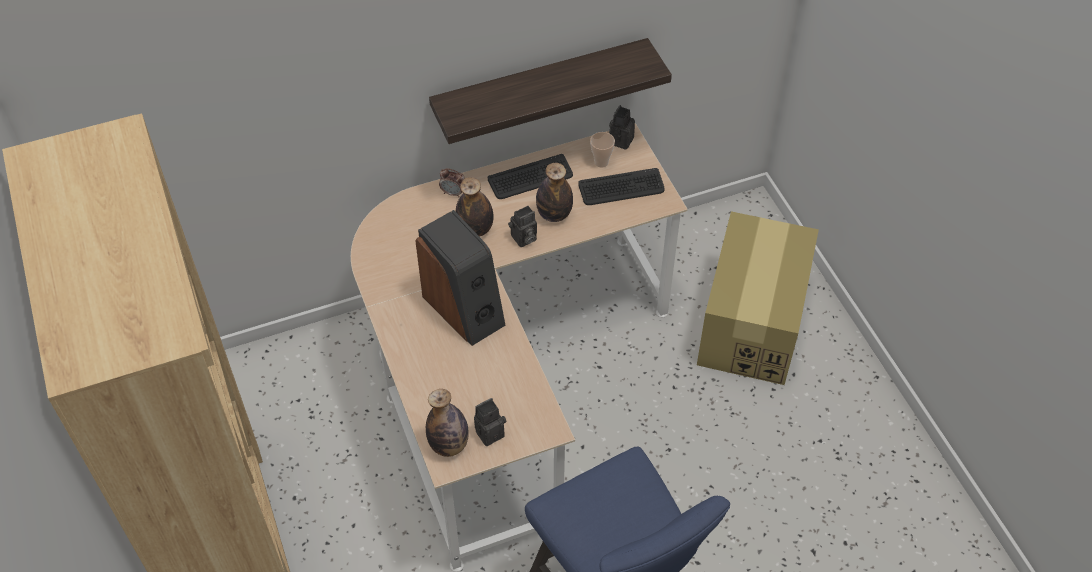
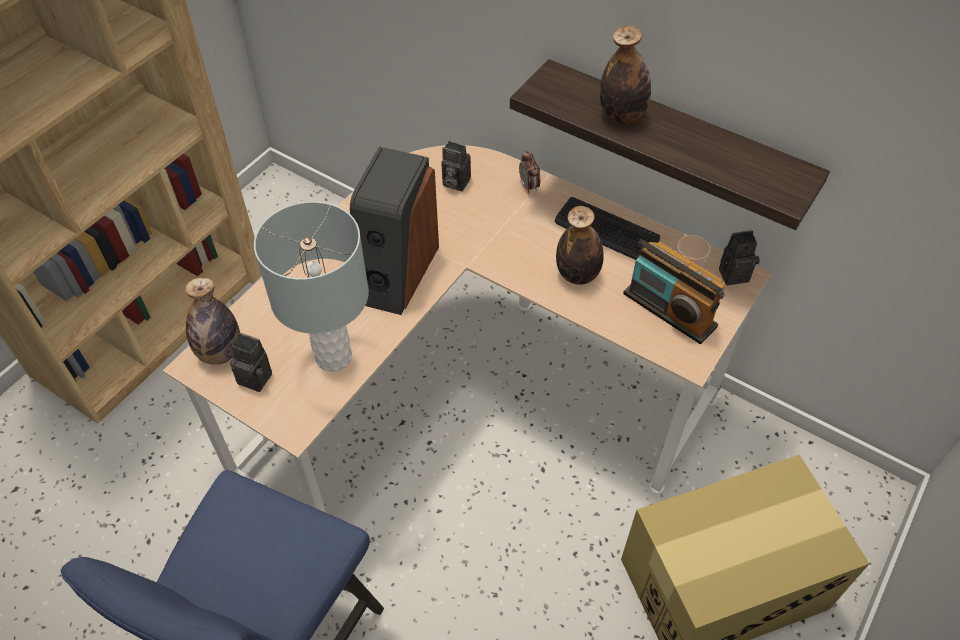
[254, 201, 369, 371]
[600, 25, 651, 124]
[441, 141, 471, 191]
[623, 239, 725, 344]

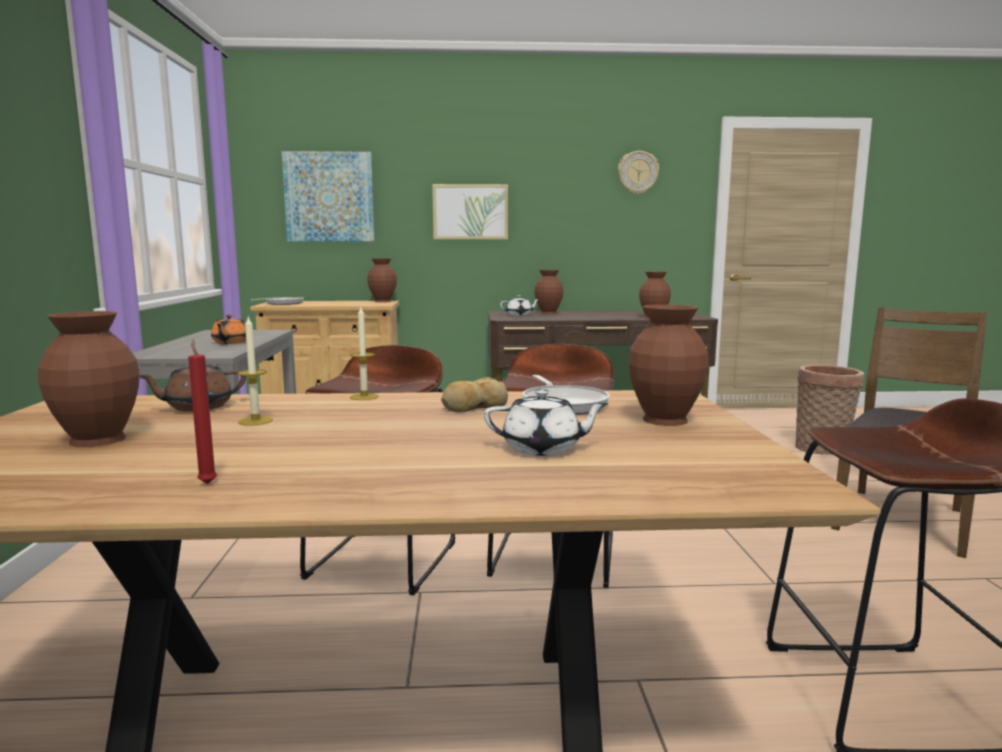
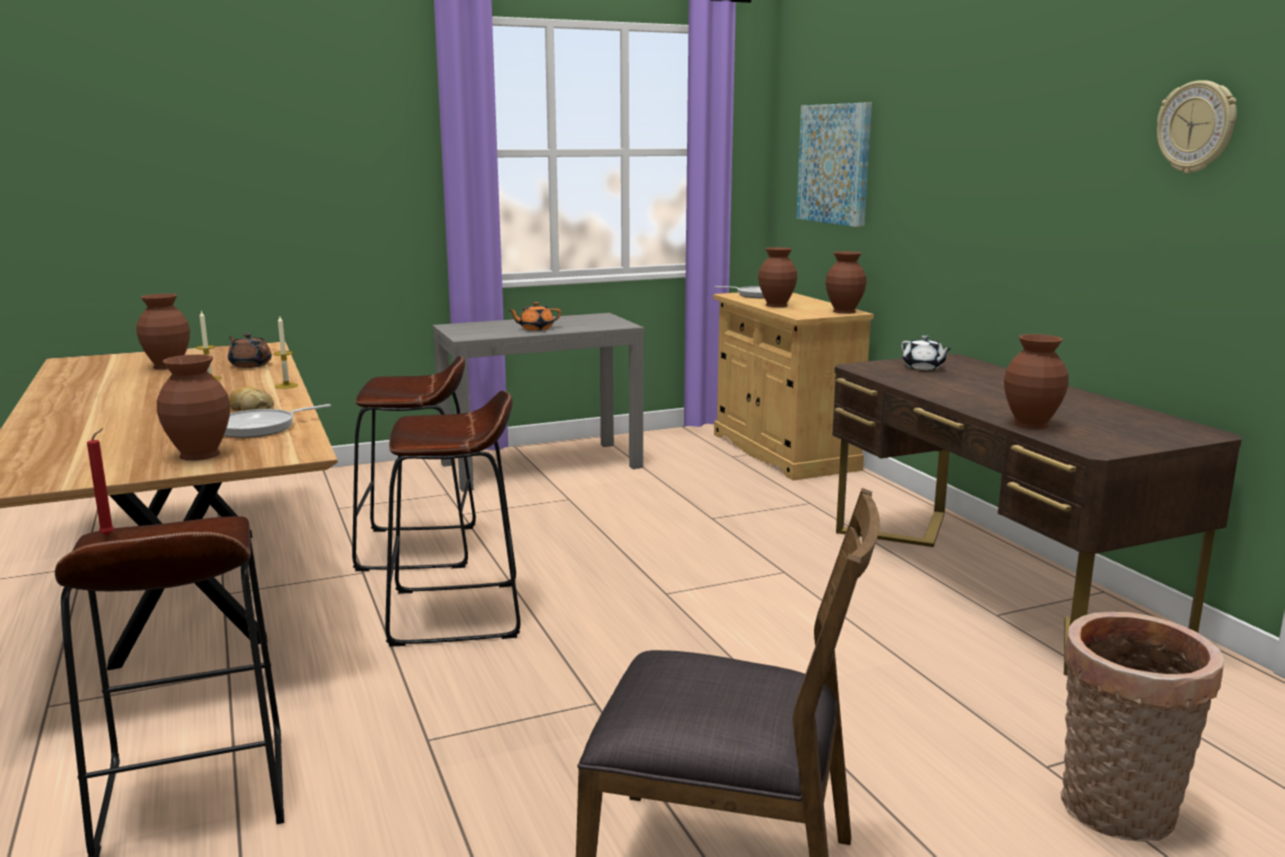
[432, 184, 508, 239] (first image)
[484, 389, 609, 456] (first image)
[87, 428, 114, 535]
[758, 247, 797, 307]

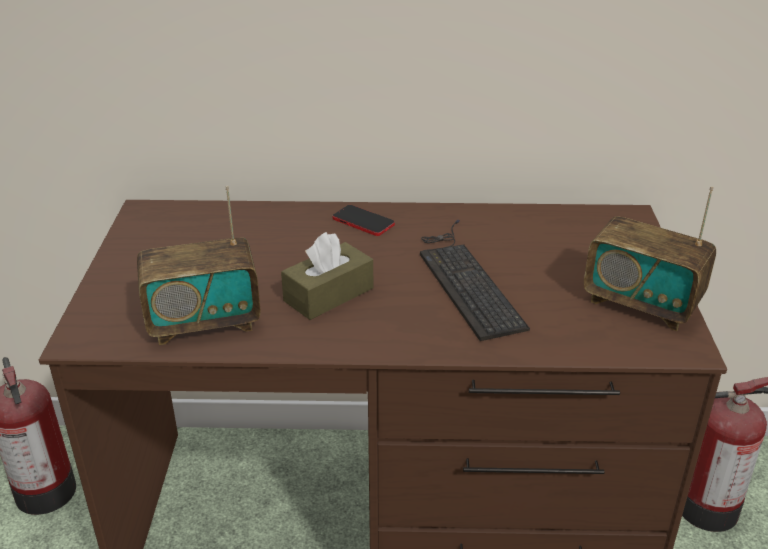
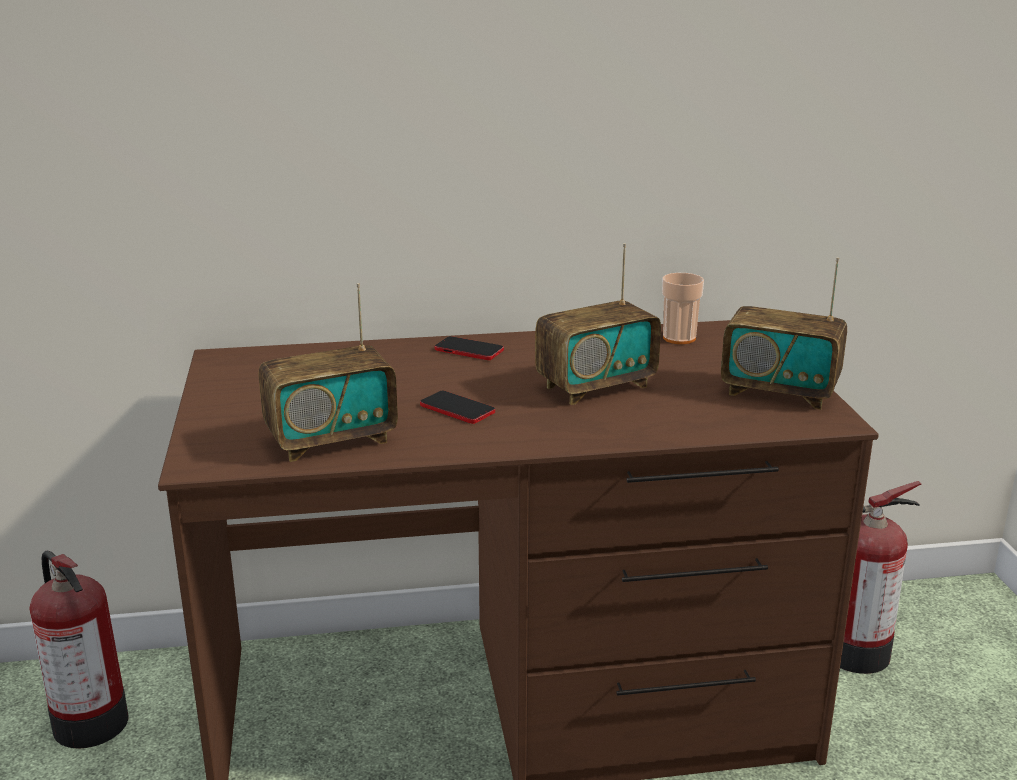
[662, 273, 704, 344]
[420, 391, 495, 424]
[535, 243, 661, 405]

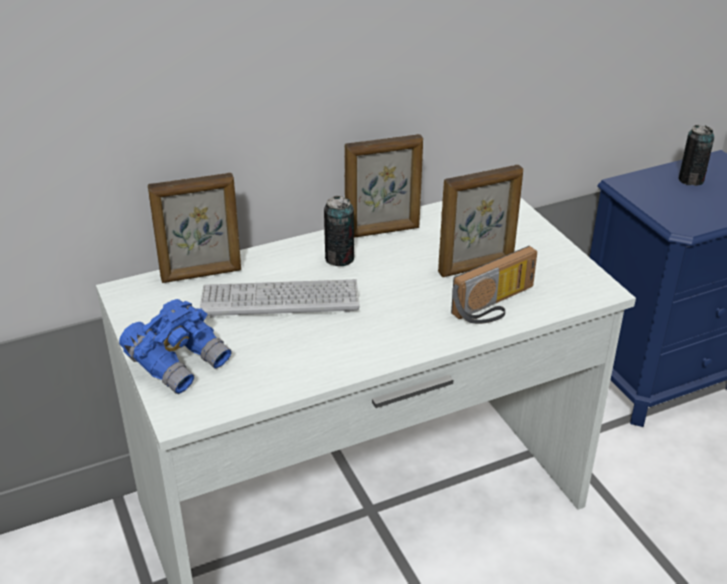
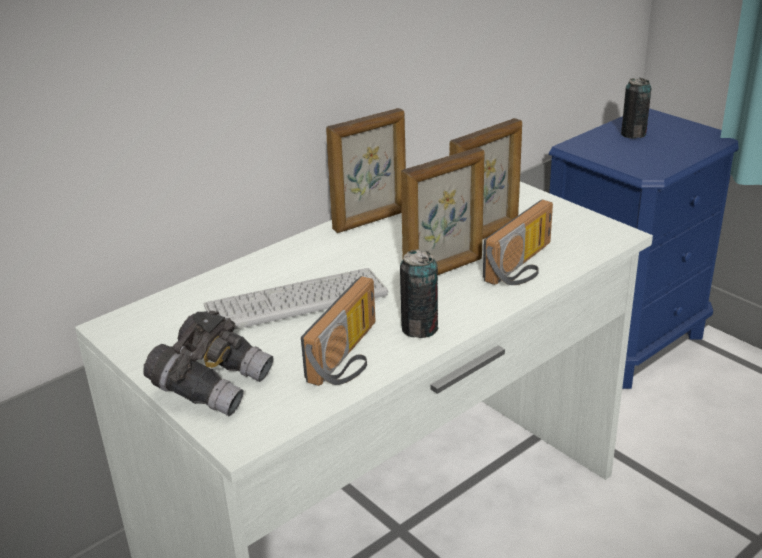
[301, 276, 375, 386]
[401, 147, 485, 275]
[400, 249, 438, 338]
[143, 311, 274, 416]

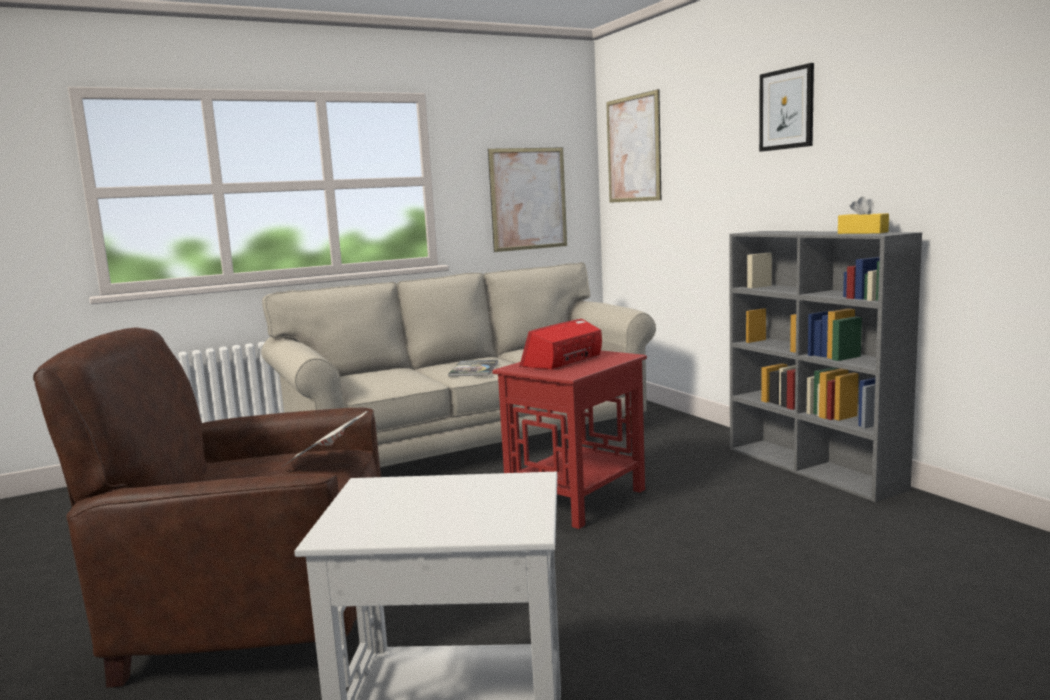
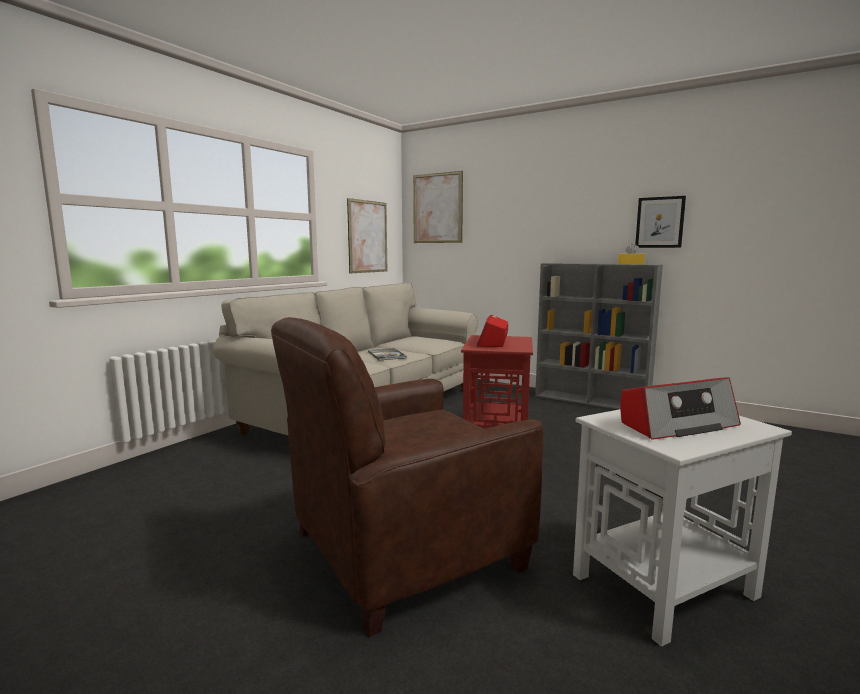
[281, 411, 368, 467] (first image)
[620, 378, 741, 440]
[635, 196, 686, 248]

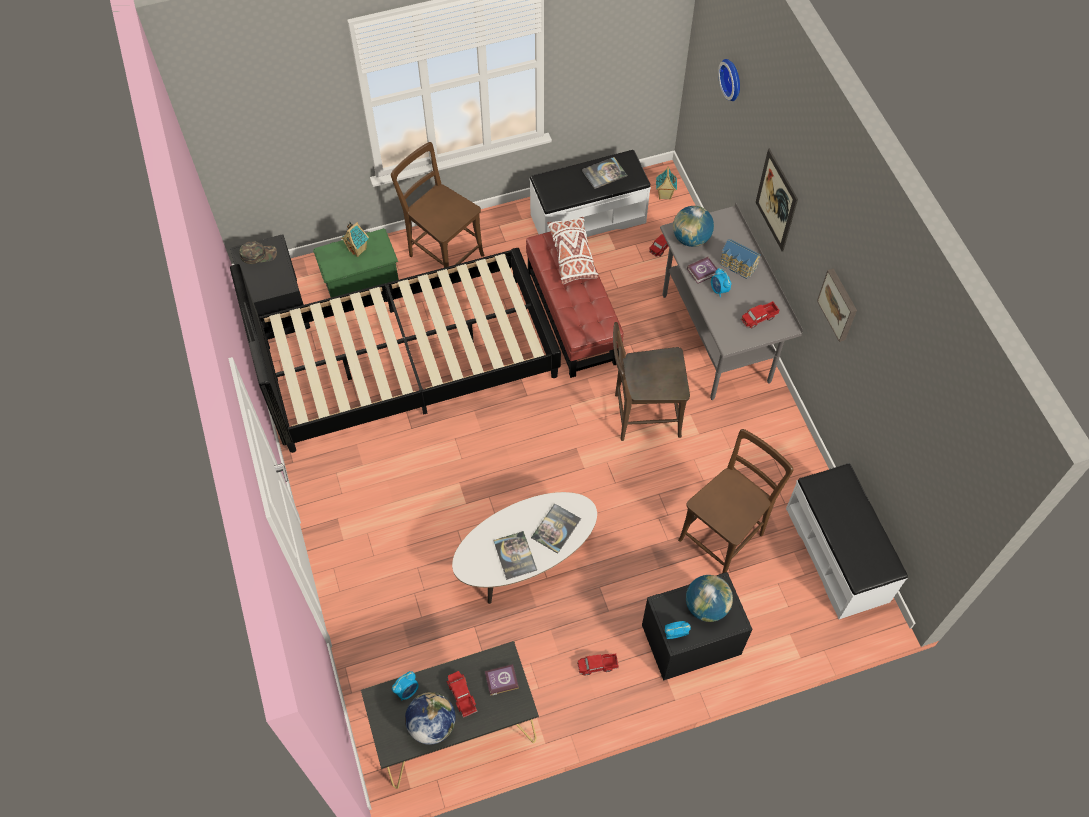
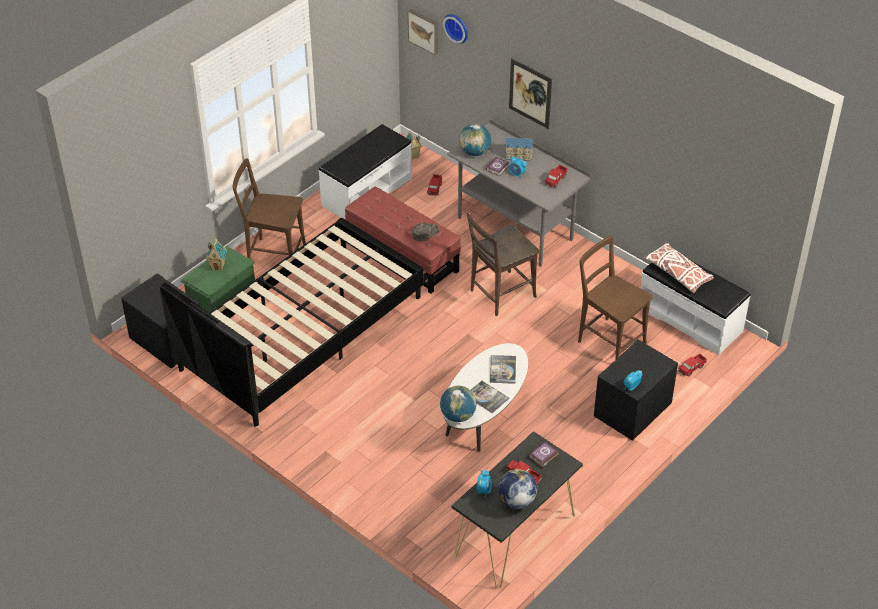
[582, 157, 627, 189] (first image)
[412, 223, 440, 241]
[644, 243, 714, 293]
[679, 353, 707, 377]
[440, 386, 477, 422]
[408, 9, 438, 55]
[578, 236, 653, 360]

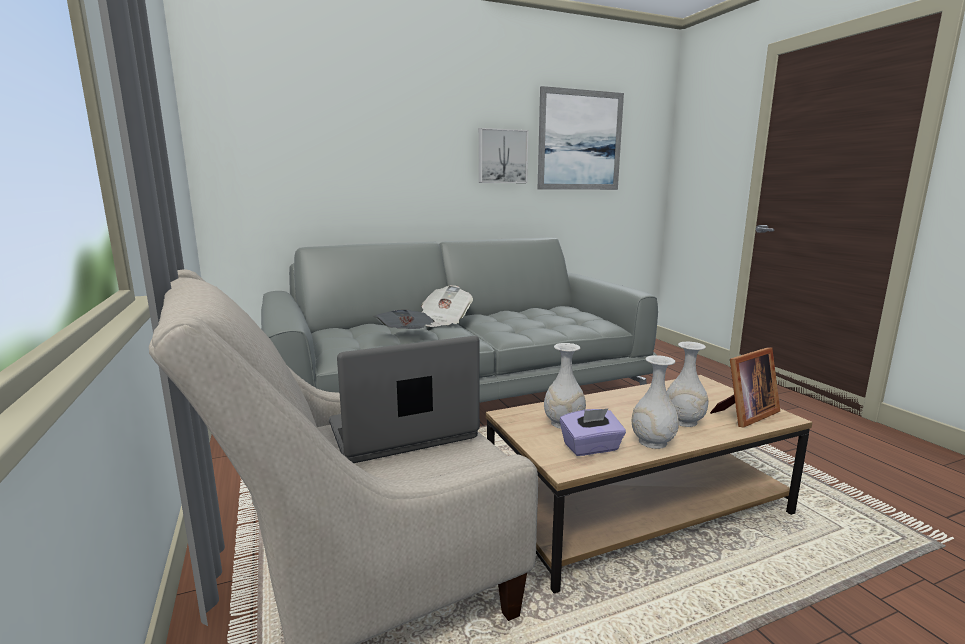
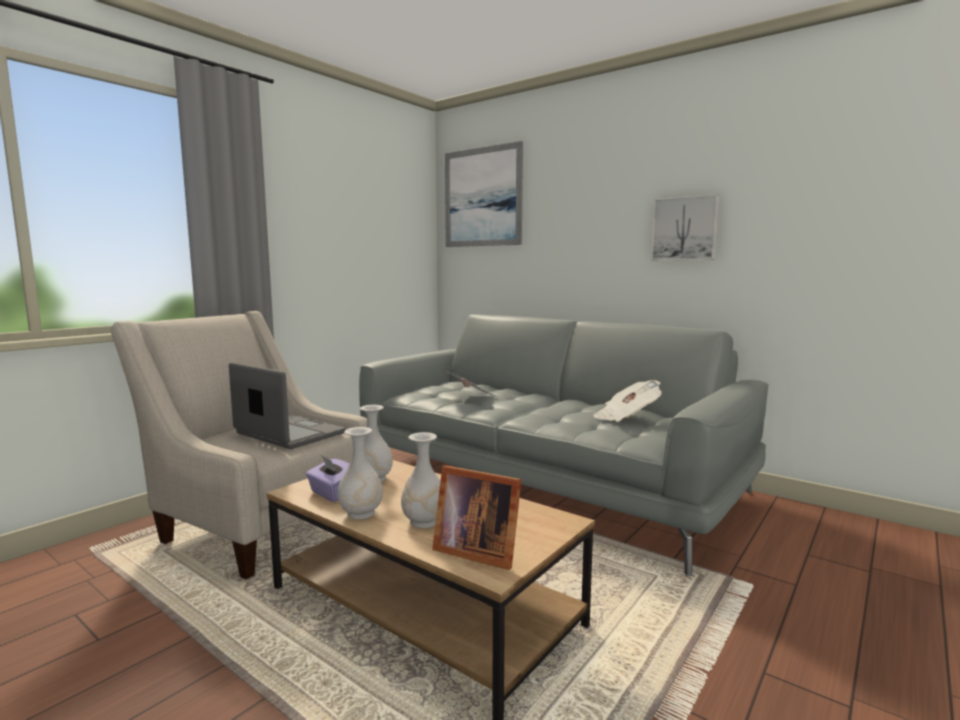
[593, 380, 662, 422]
[445, 141, 523, 247]

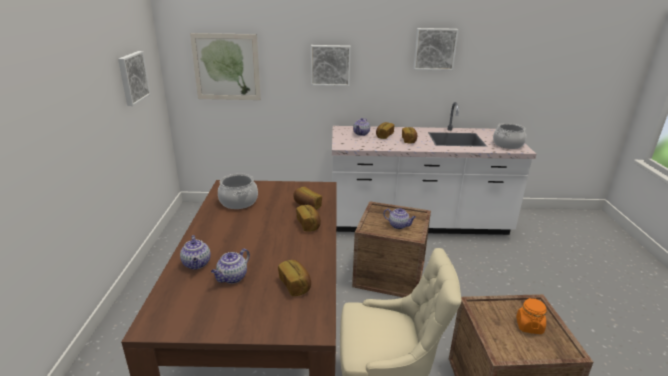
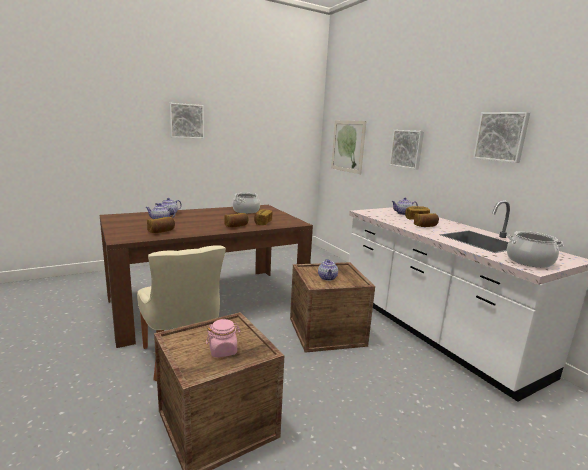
[169, 103, 204, 139]
[206, 319, 241, 357]

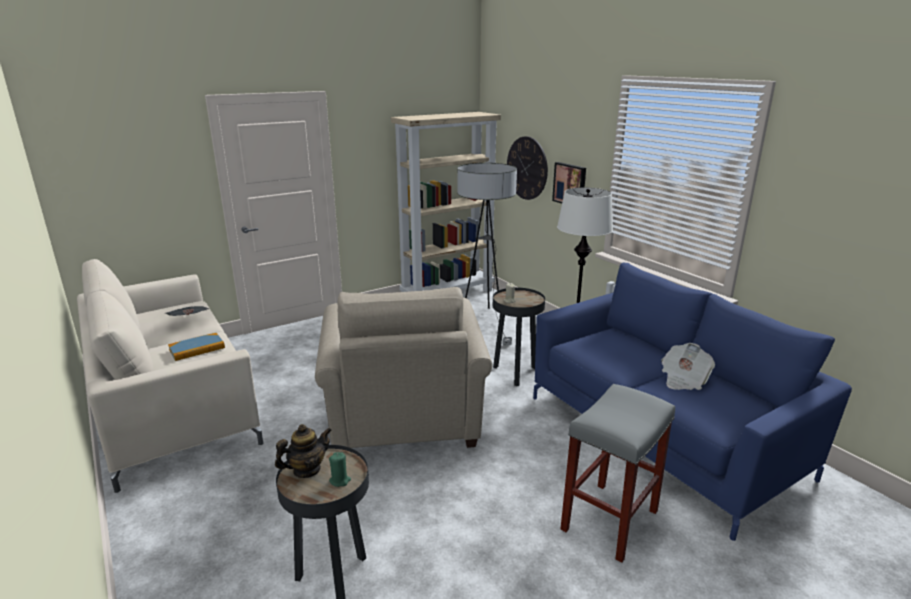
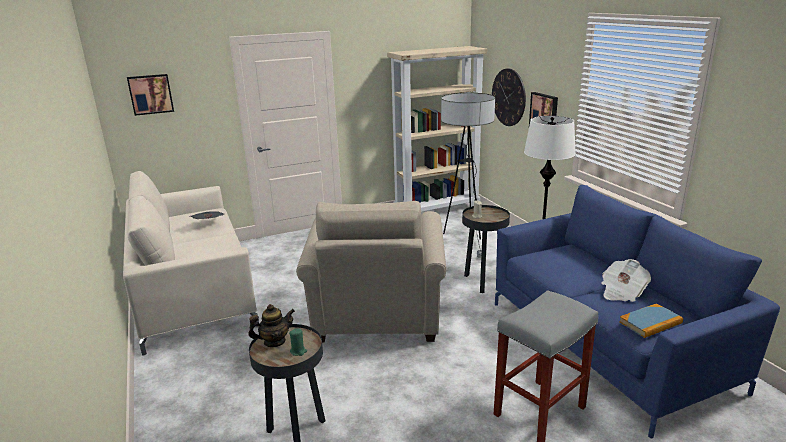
[127, 74, 174, 116]
[619, 303, 683, 338]

